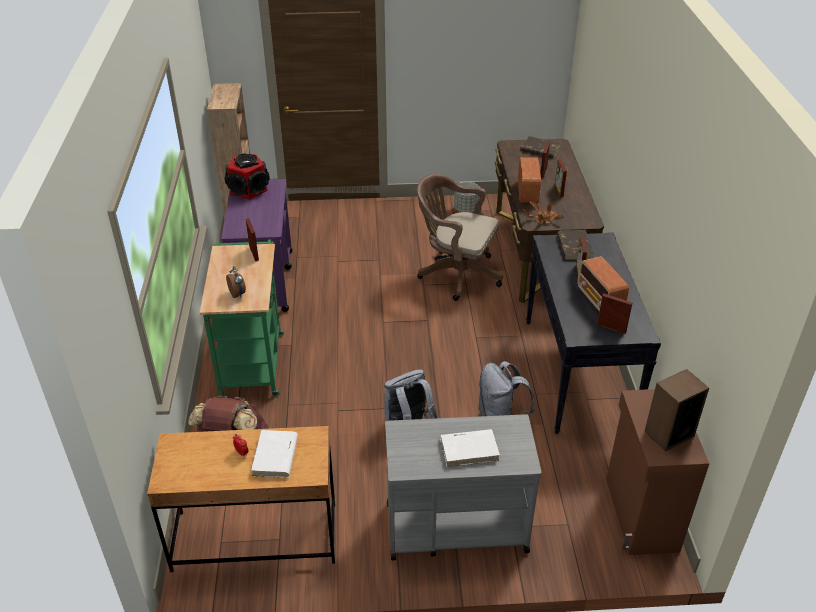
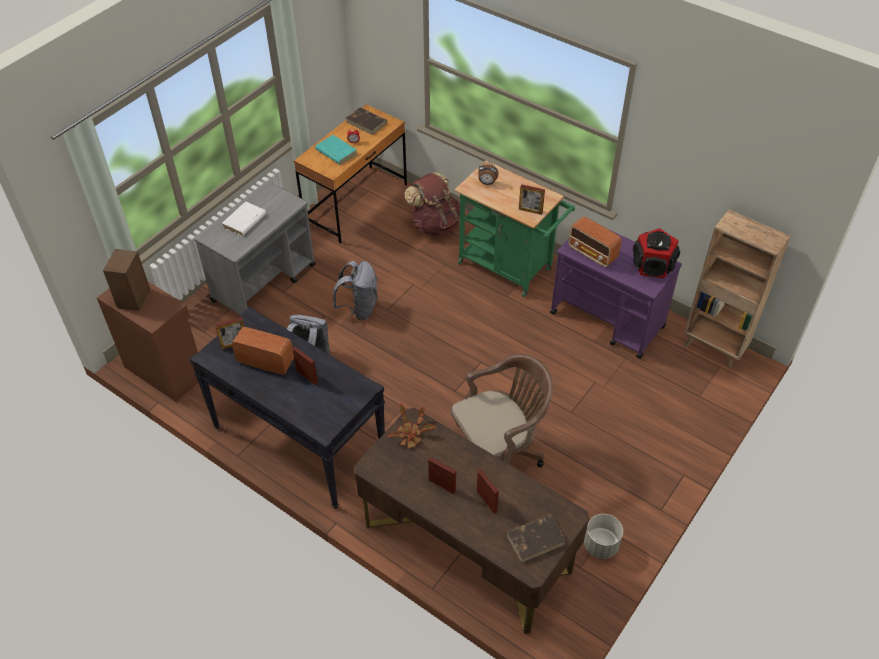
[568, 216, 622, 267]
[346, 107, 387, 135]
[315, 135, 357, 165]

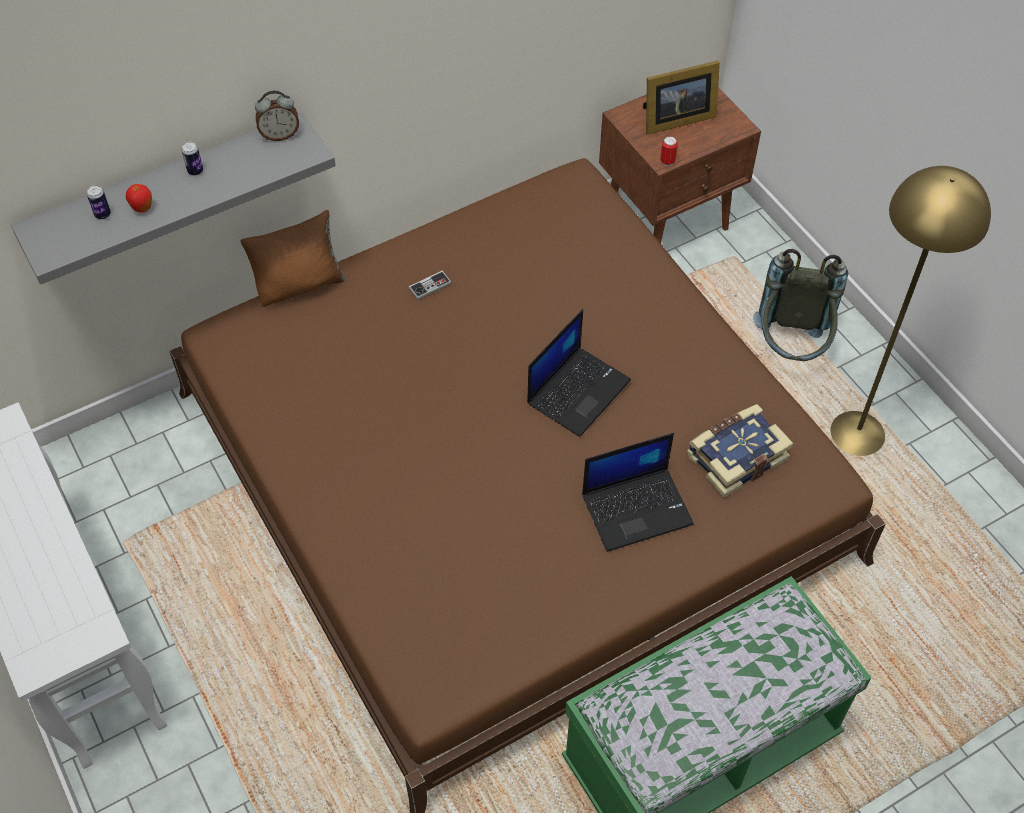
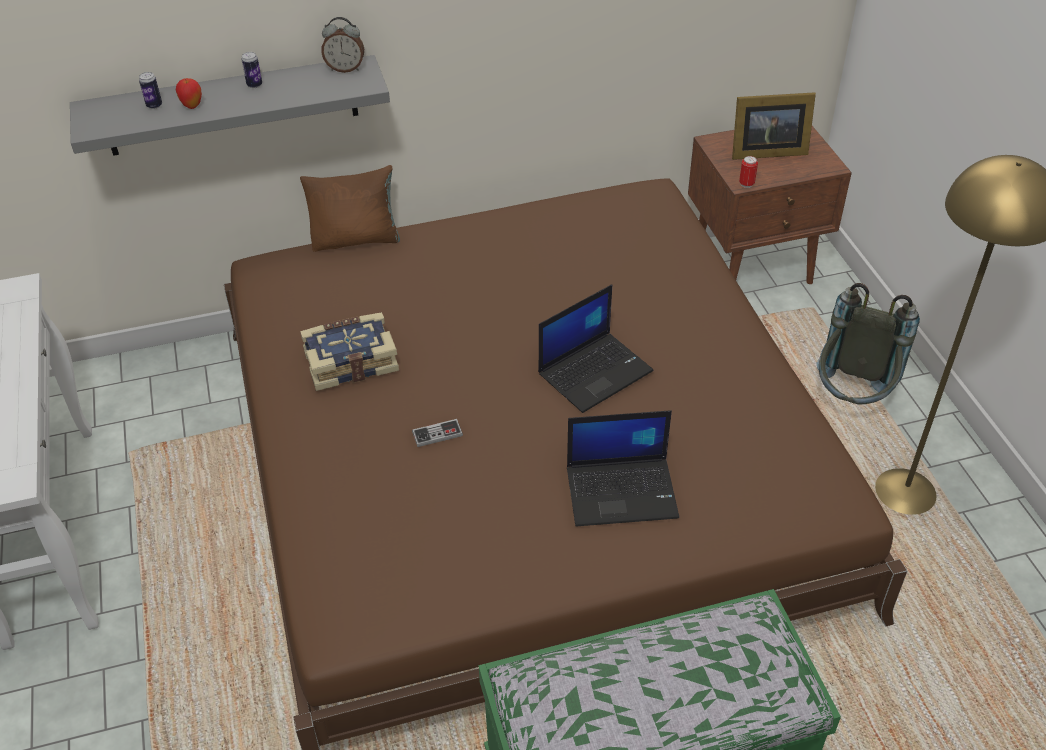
[412, 419, 463, 447]
[300, 312, 399, 391]

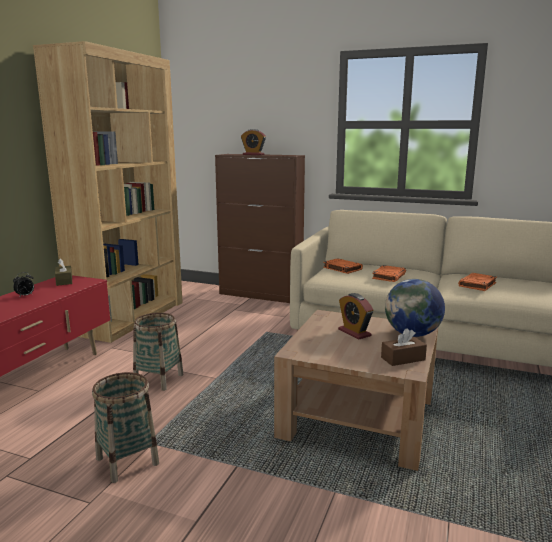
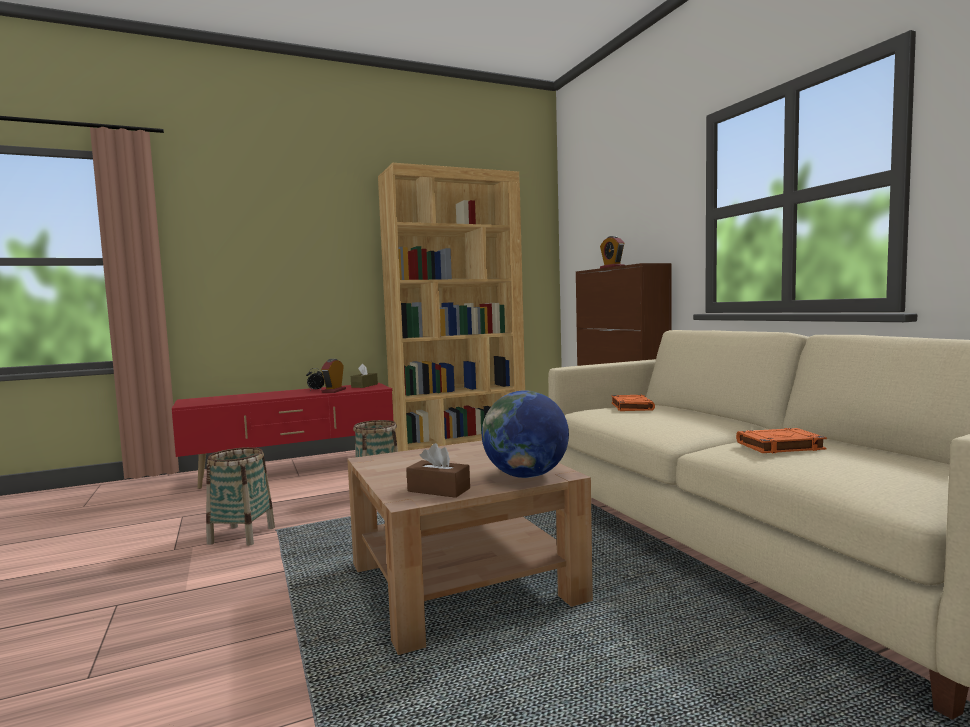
[372, 265, 406, 282] (first image)
[321, 359, 346, 393]

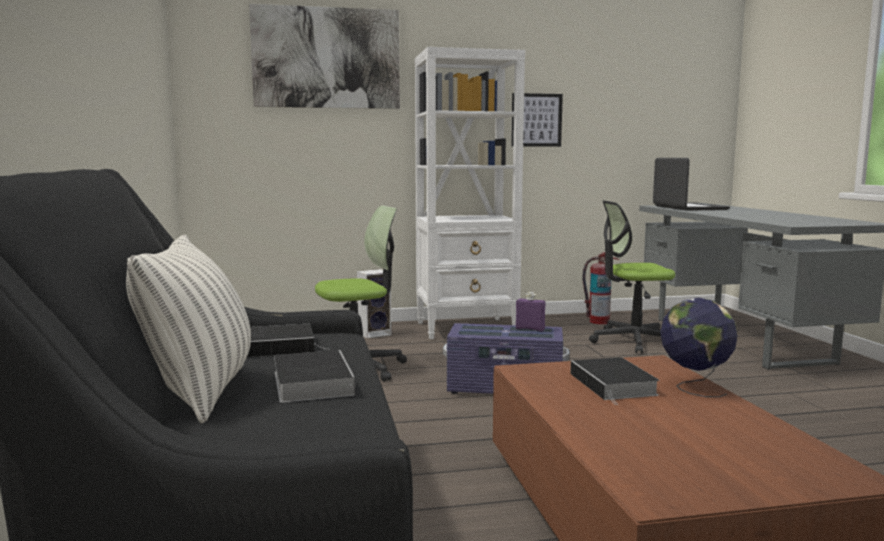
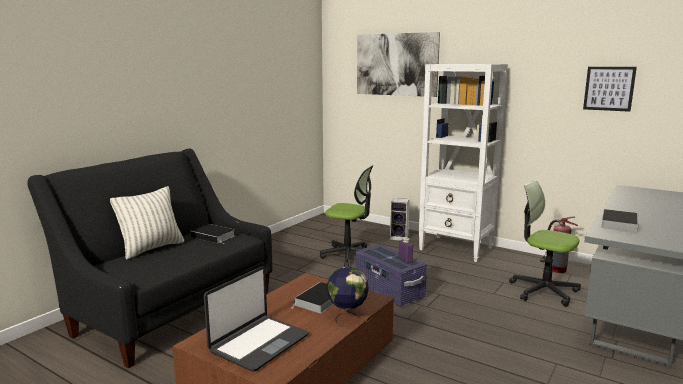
[601, 209, 639, 233]
[583, 67, 637, 112]
[204, 266, 309, 372]

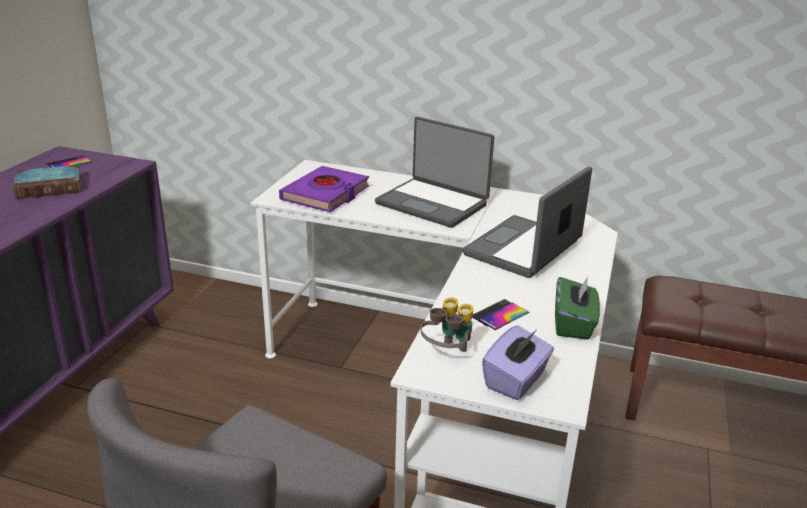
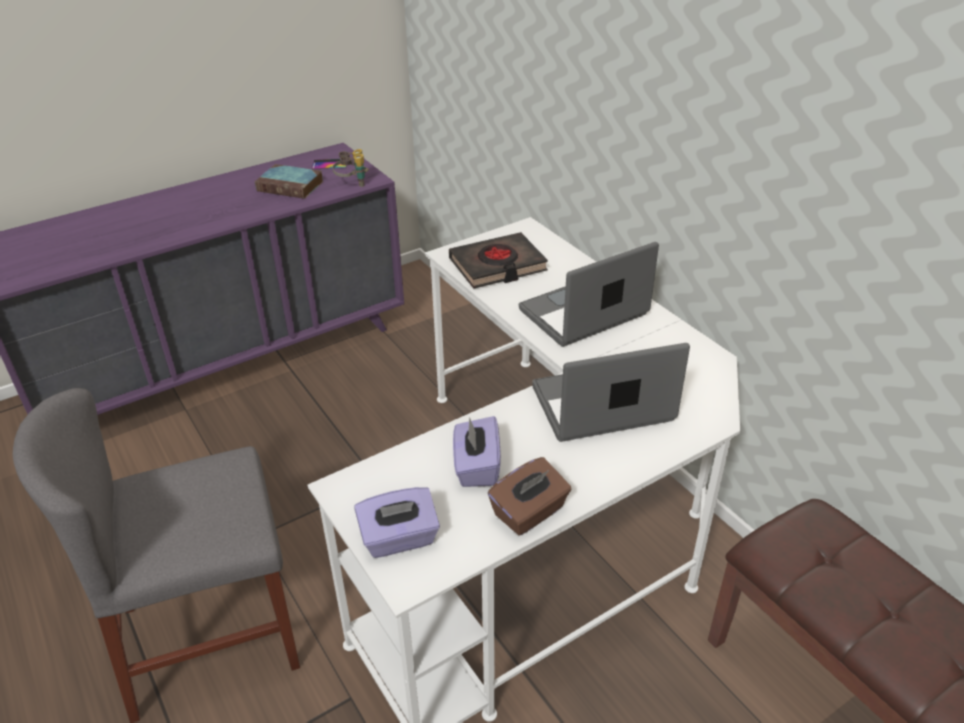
[332, 149, 369, 187]
[453, 416, 501, 487]
[449, 232, 548, 289]
[488, 457, 572, 536]
[519, 242, 659, 347]

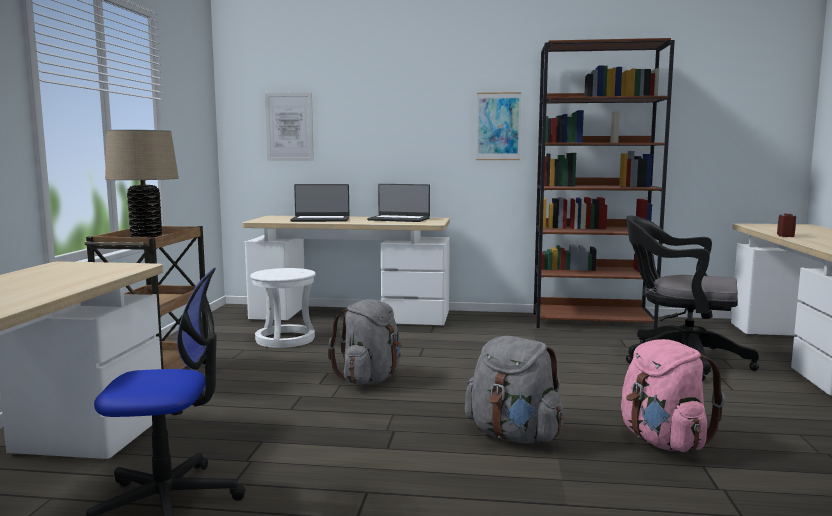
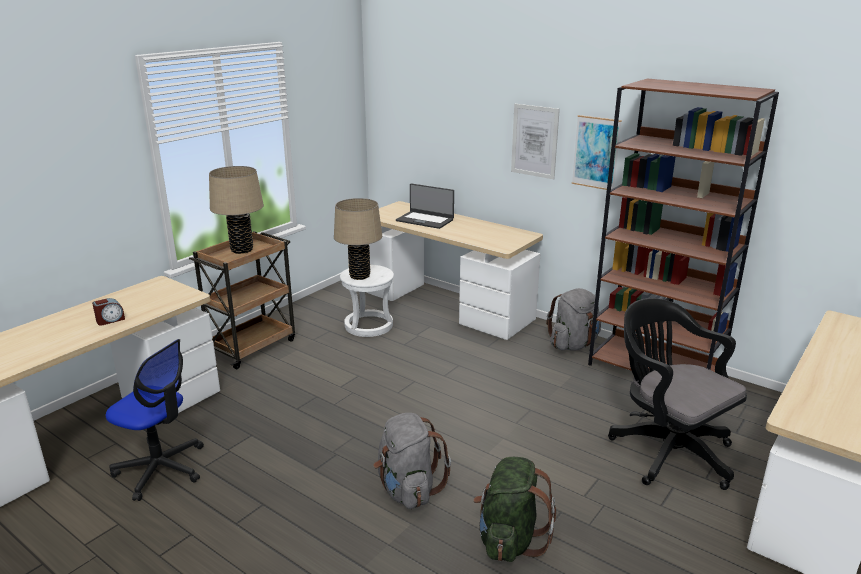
[367, 184, 430, 222] (first image)
[334, 198, 382, 280]
[511, 104, 560, 179]
[546, 288, 601, 351]
[92, 298, 125, 326]
[473, 457, 556, 562]

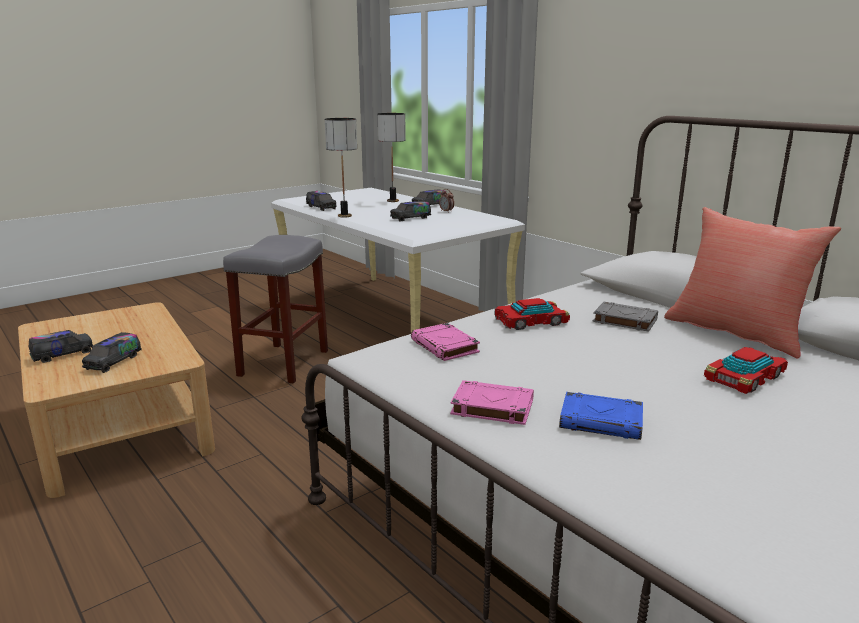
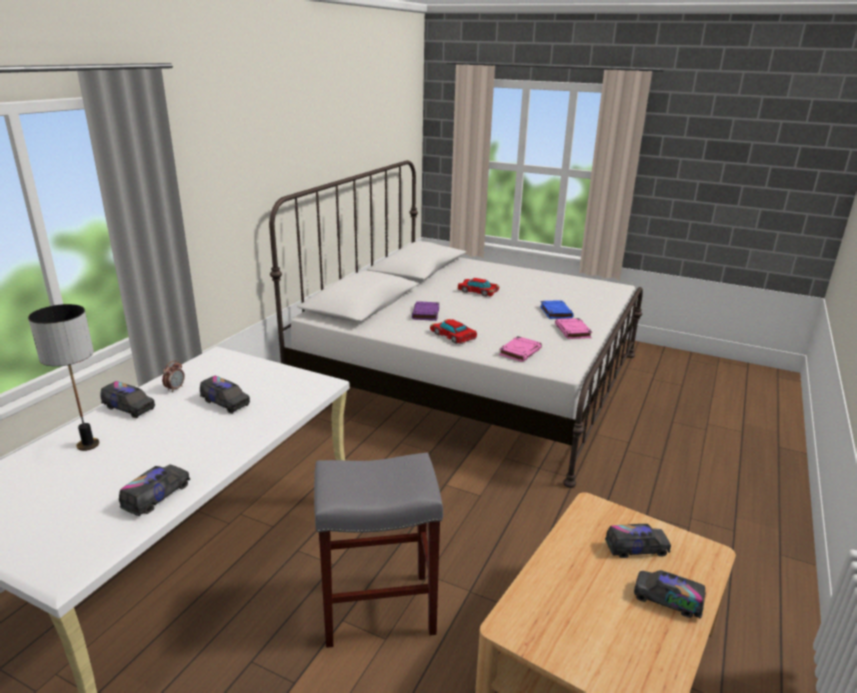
[325, 118, 357, 218] (first image)
[664, 207, 841, 358] (first image)
[412, 301, 439, 321]

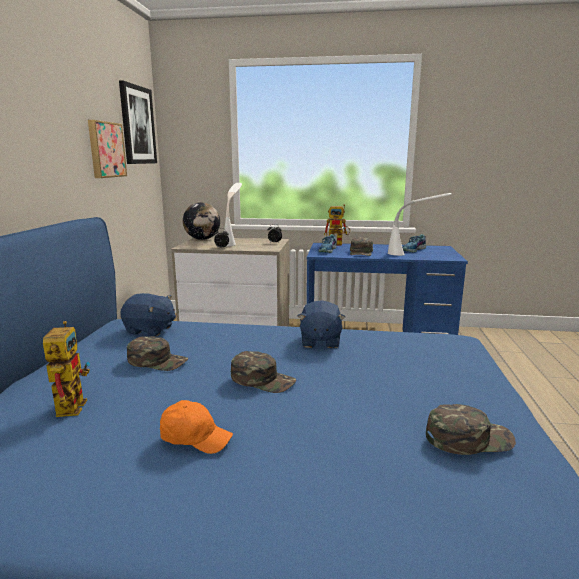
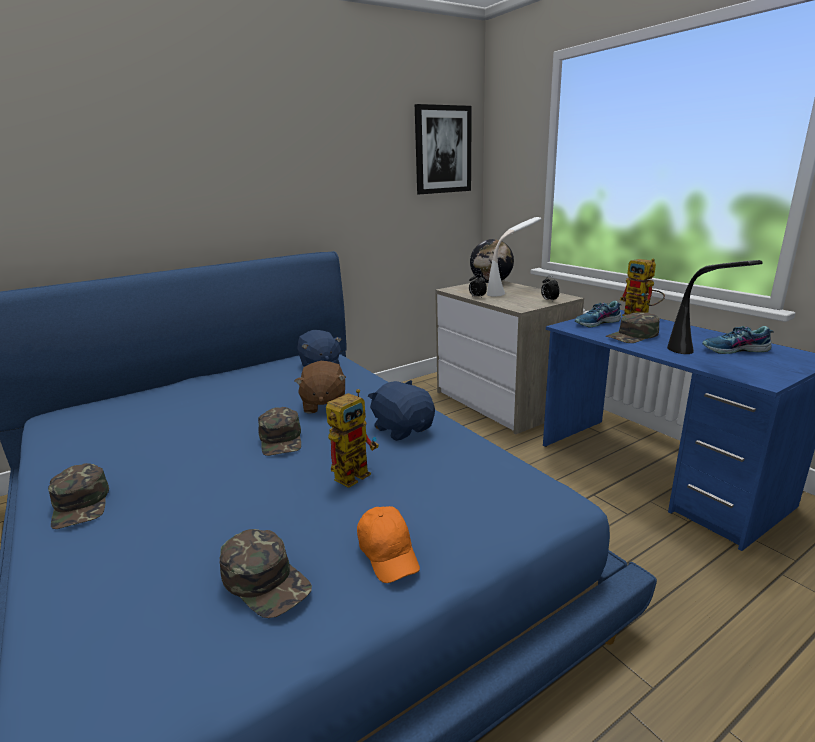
[88, 120, 127, 178] (first image)
[295, 361, 346, 414]
[326, 389, 379, 488]
[48, 463, 109, 529]
[357, 506, 420, 583]
[667, 260, 763, 354]
[368, 380, 435, 441]

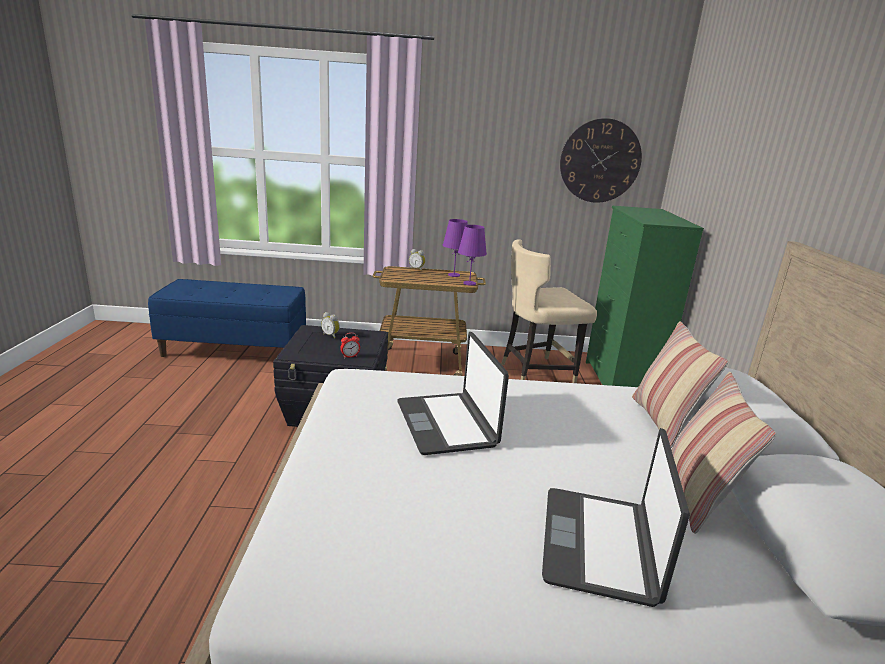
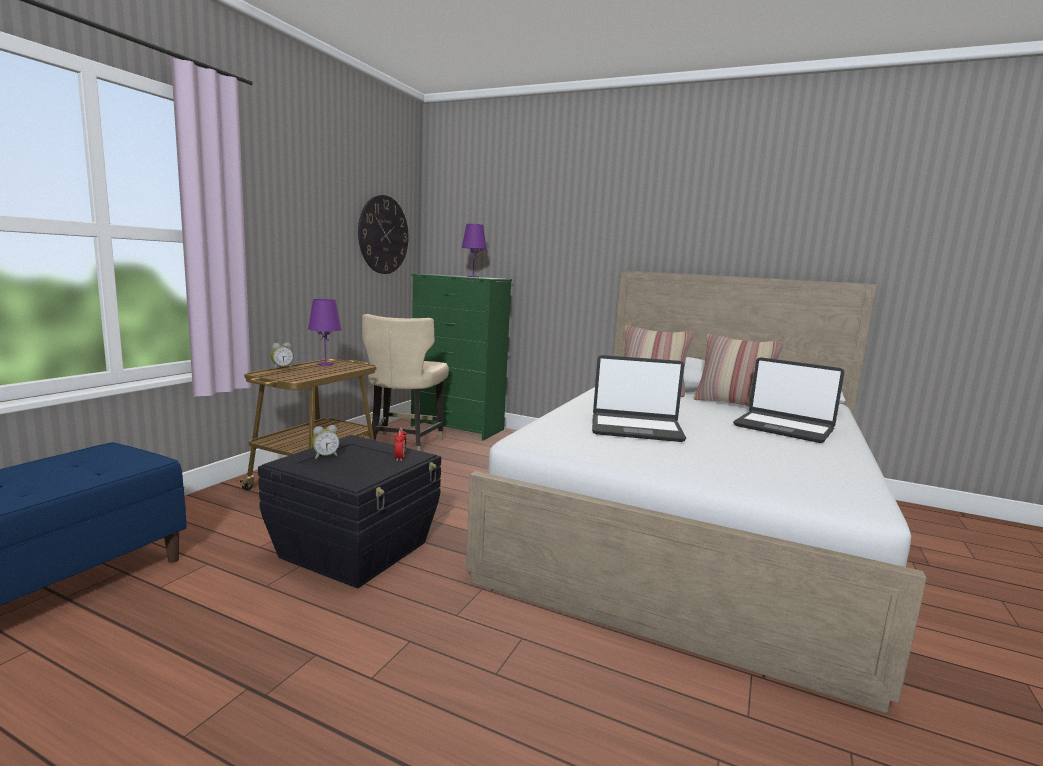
[461, 224, 487, 277]

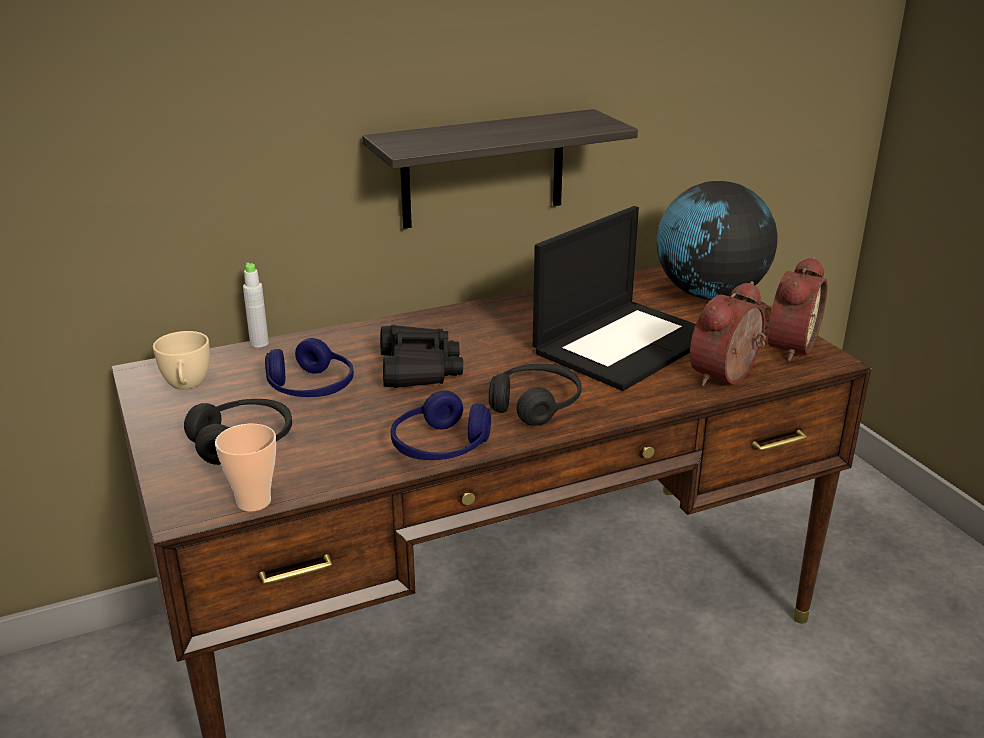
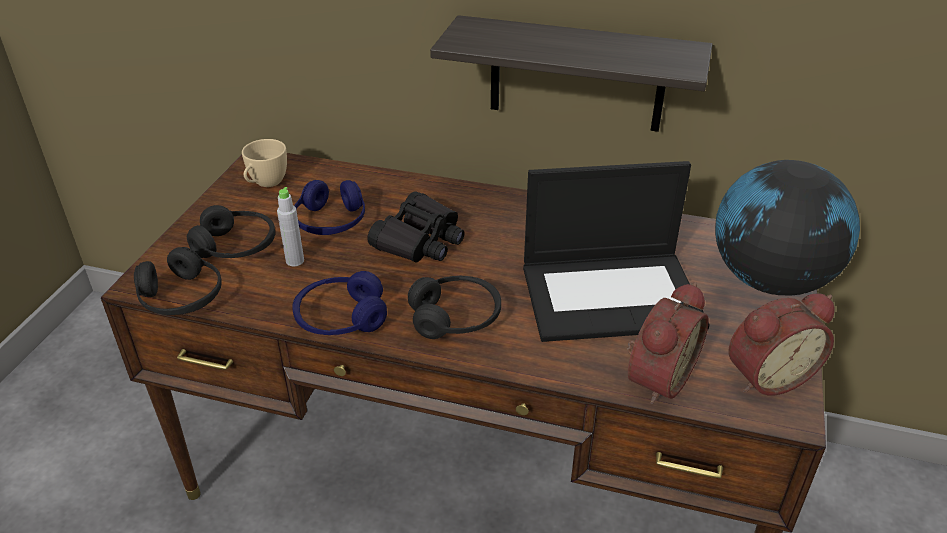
[277, 187, 304, 266]
[134, 247, 222, 315]
[627, 282, 709, 405]

